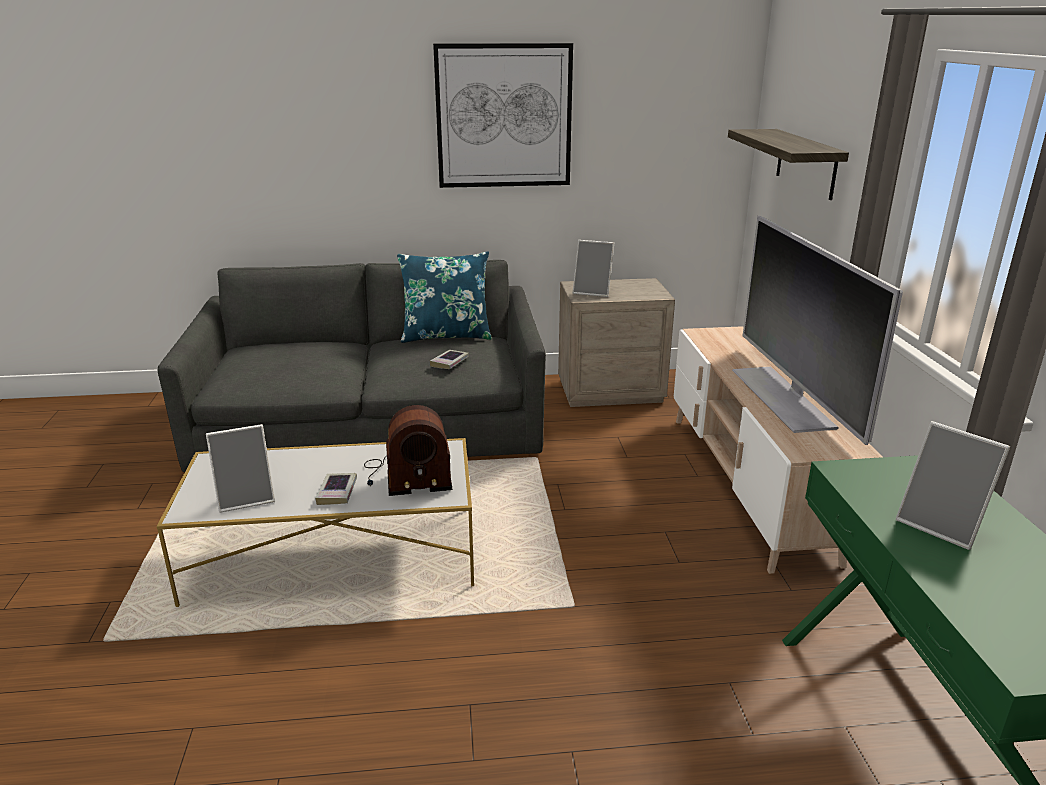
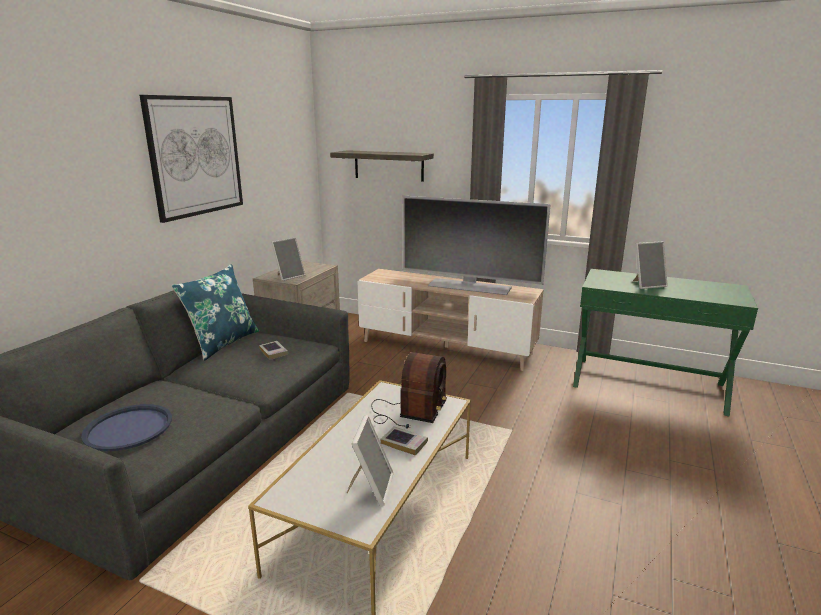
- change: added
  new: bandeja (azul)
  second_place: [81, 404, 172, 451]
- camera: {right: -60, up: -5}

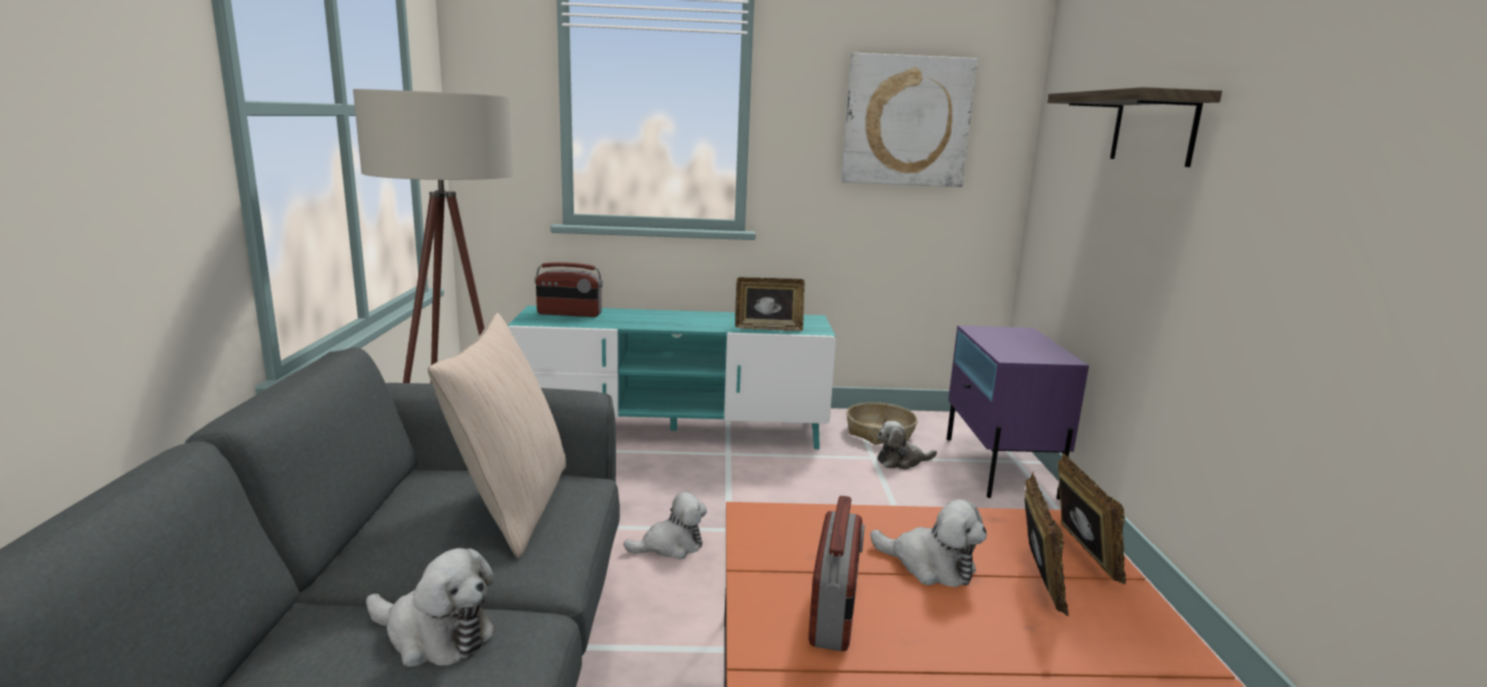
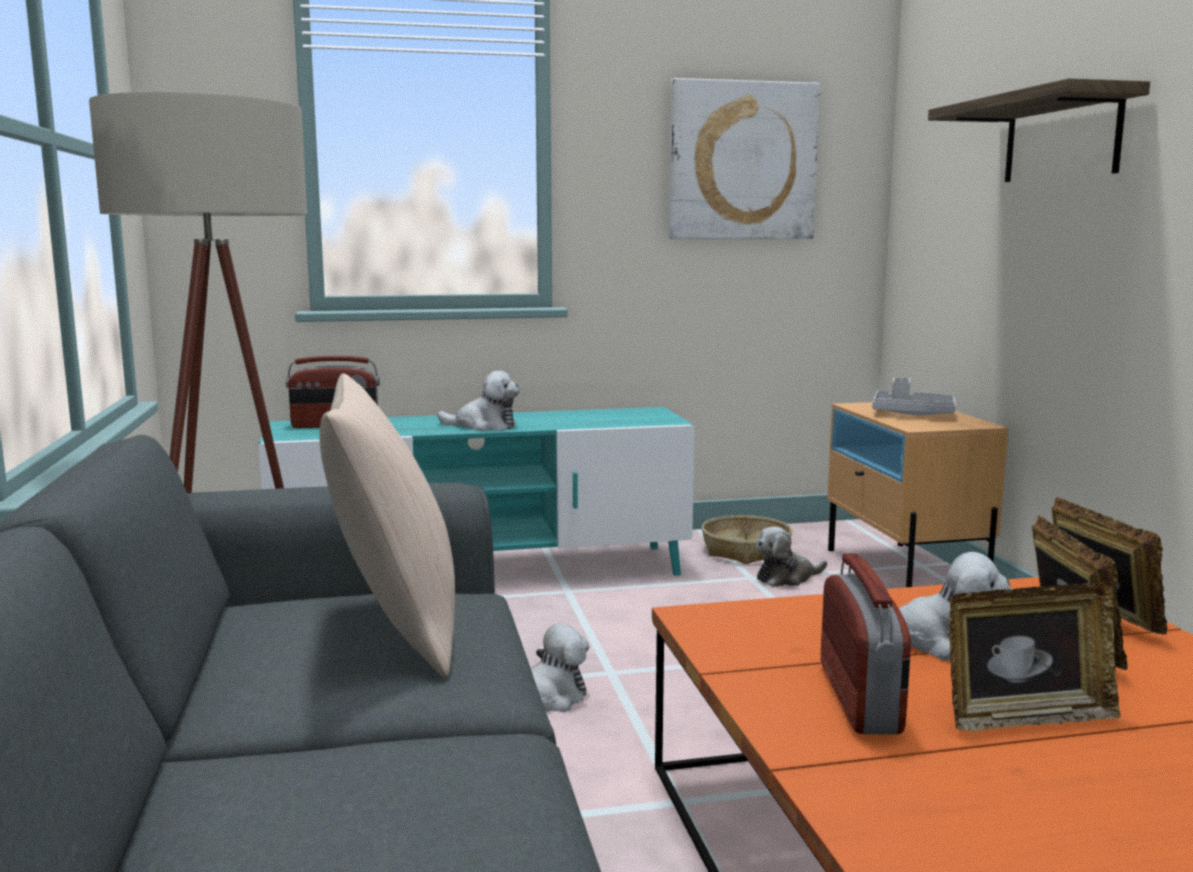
- change: moved
  old: peluche
  first_place: [366, 548, 495, 667]
  second_place: [437, 371, 519, 431]
- change: moved
  old: portarretratos
  first_place: [735, 277, 805, 331]
  second_place: [949, 582, 1121, 731]
- change: recoloured
  old: mesita de noche (morado)
  new: mesita de noche (beis)
  first_place: [947, 325, 1089, 500]
  second_place: [827, 402, 1009, 587]
- change: added
  new: bandeja (gris)
  second_place: [872, 377, 955, 415]
- camera: {right: -10, up: -5}

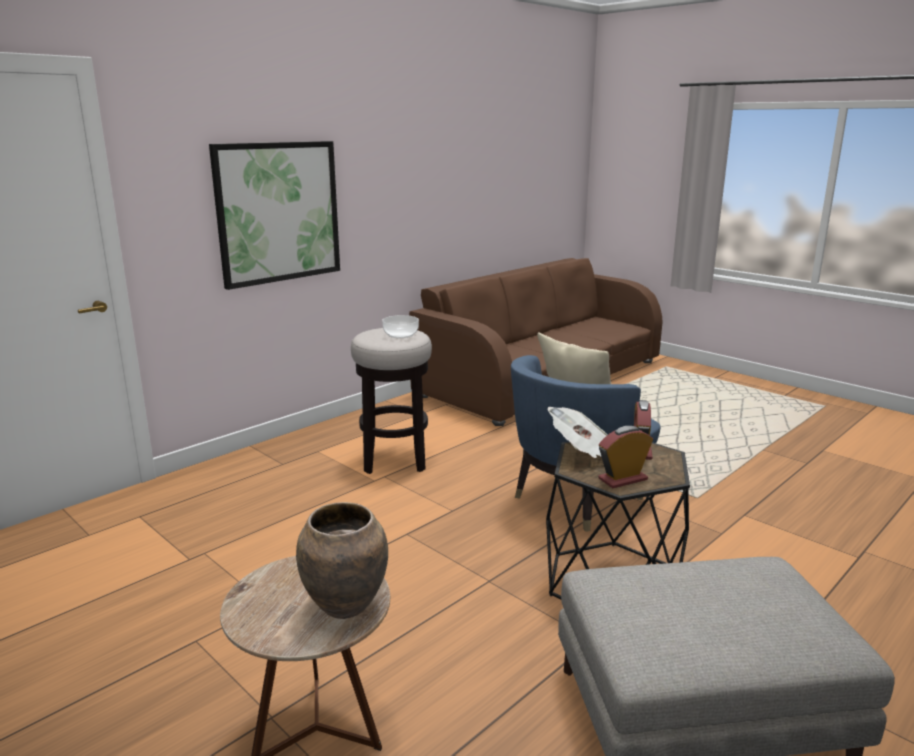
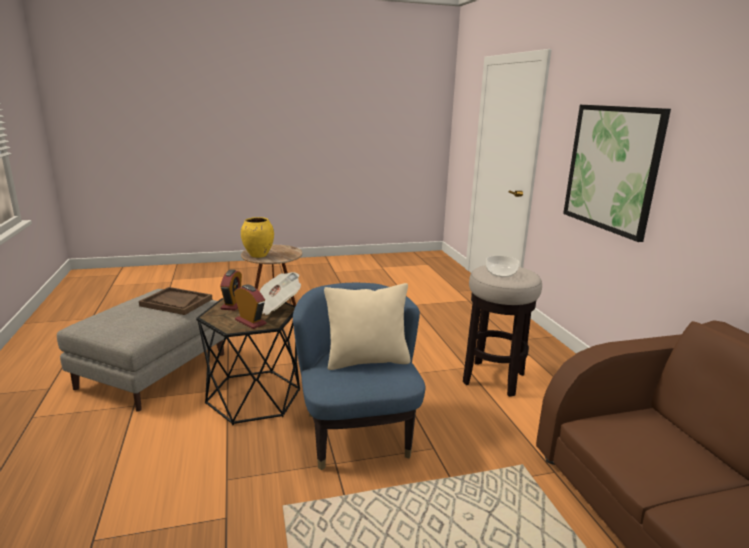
- change: recoloured
  old: florero (marrón)
  new: florero (amarillo)
  first_place: [296, 502, 388, 619]
  second_place: [241, 217, 274, 258]
- change: added
  new: bandeja (marrón)
  second_place: [139, 287, 212, 315]
- camera: {right: 120, up: 0}

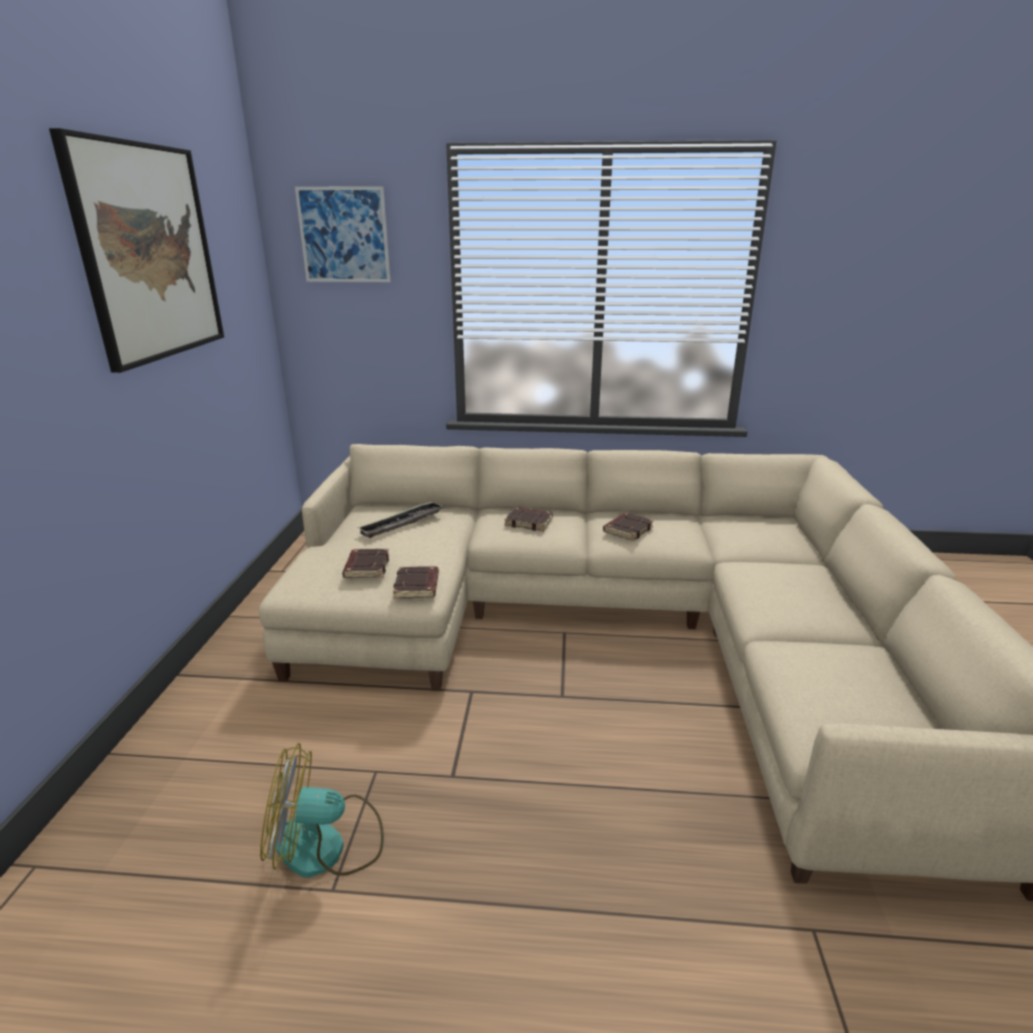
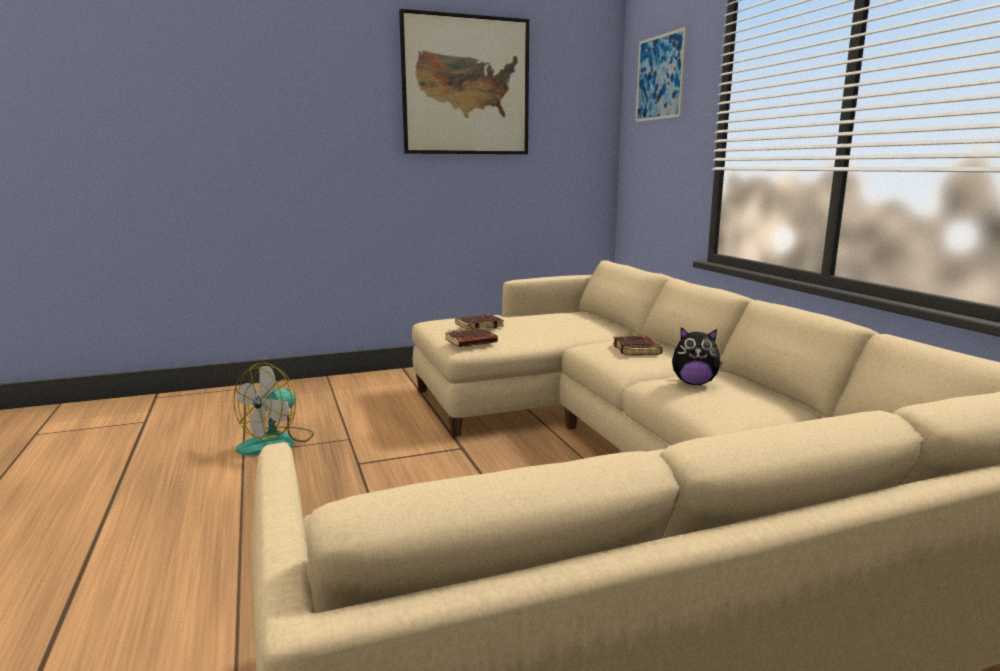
- change: turned
  old: ventilador
  first_place: [260, 743, 384, 878]
  second_place: [233, 363, 314, 455]
  degrees: -120
- change: removed
  old: bandeja
  first_place: [358, 501, 444, 538]
- change: replaced
  old: libro (marrón)
  new: peluche
  first_place: [603, 513, 654, 541]
  second_place: [672, 327, 723, 385]
- camera: {right: 65, up: -10}

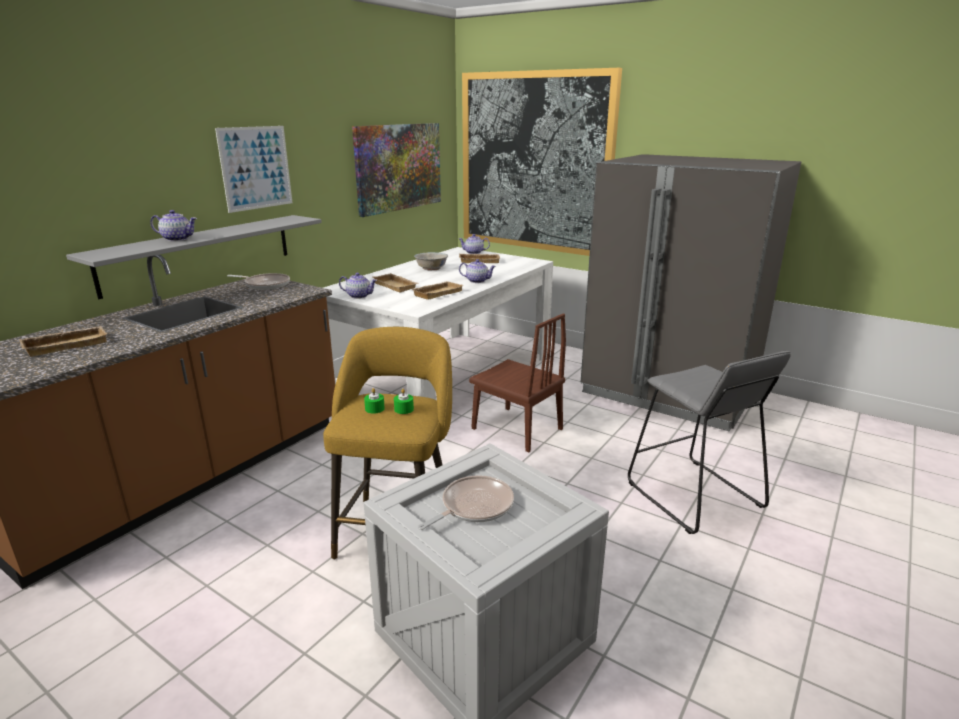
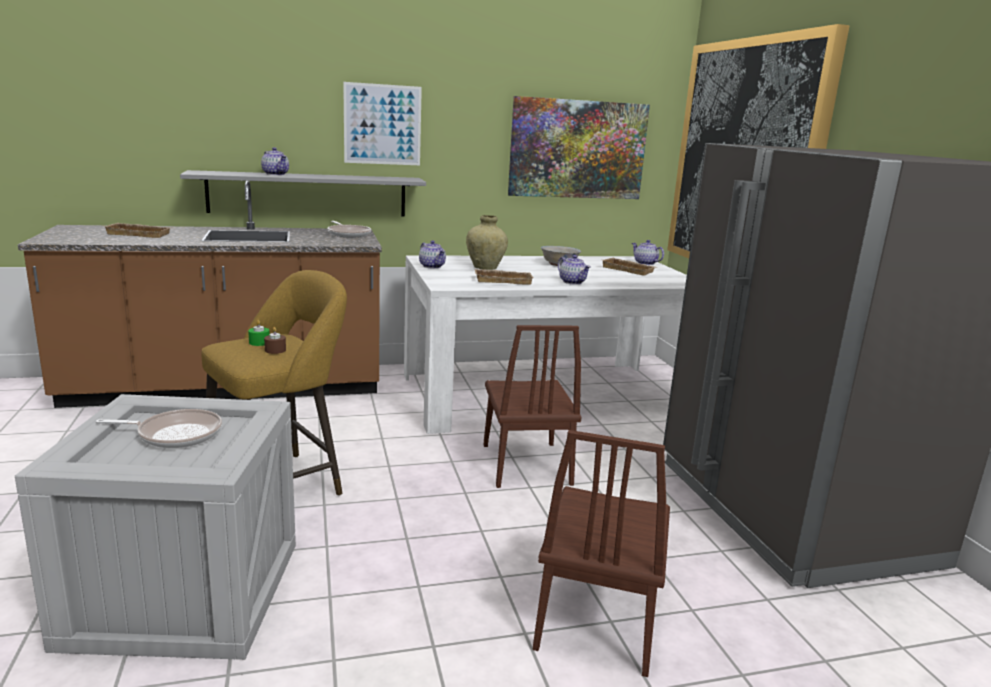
- change: replaced
  old: bandeja (beis)
  new: florero (beis)
  first_place: [373, 273, 419, 292]
  second_place: [466, 215, 508, 270]
- change: recoloured
  old: vela (verde)
  new: vela (marrón)
  first_place: [394, 389, 414, 414]
  second_place: [264, 327, 286, 354]
- change: replaced
  old: taburete (gris)
  new: silla (marrón)
  first_place: [628, 351, 791, 534]
  second_place: [533, 430, 670, 677]
- camera: {right: 40, up: -5}

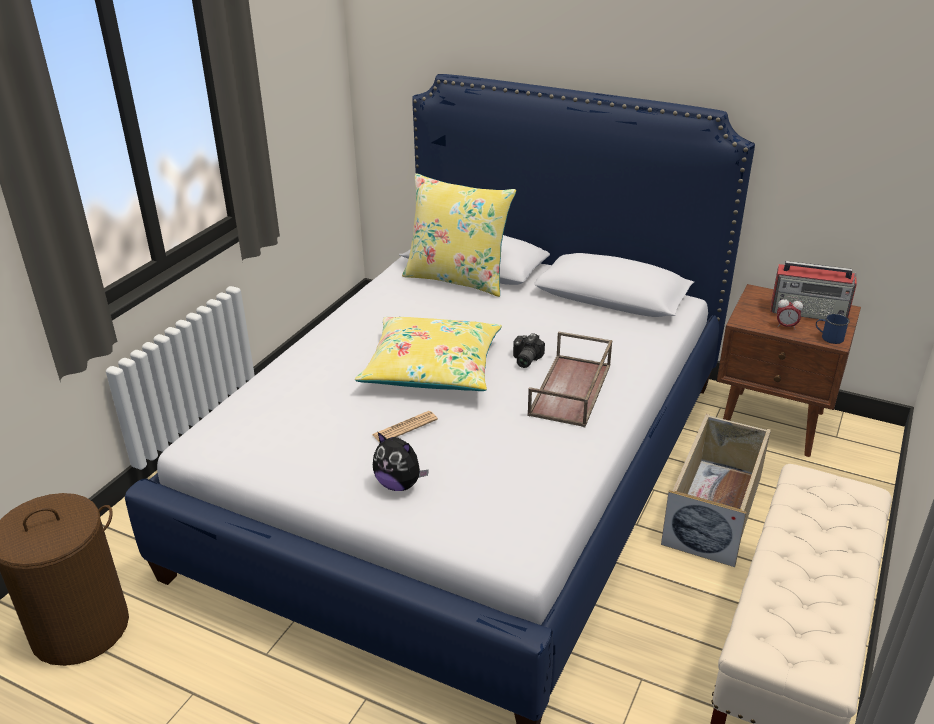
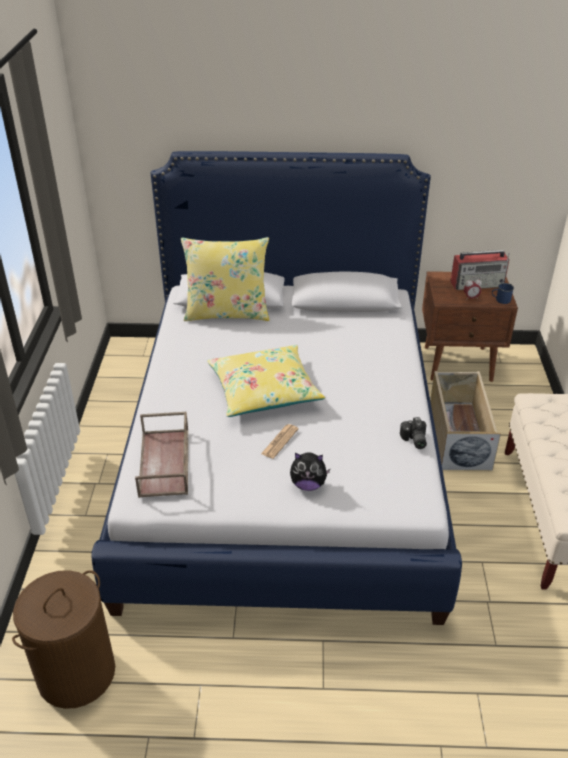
- change: moved
  old: cámara
  first_place: [513, 333, 545, 368]
  second_place: [400, 417, 427, 449]
- change: moved
  old: bandeja (marrón)
  first_place: [528, 331, 612, 427]
  second_place: [135, 411, 188, 498]
- camera: {right: -25, up: 5}

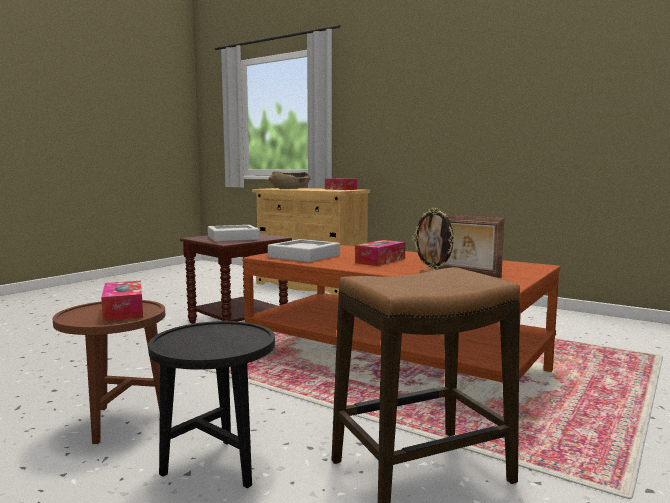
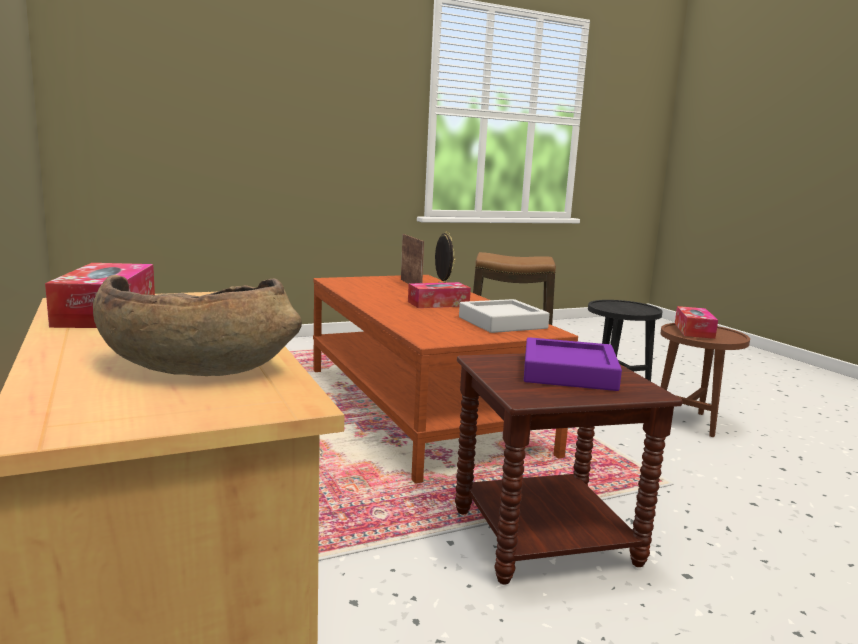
- change: recoloured
  old: bandeja (gris)
  new: bandeja (morado)
  first_place: [208, 225, 260, 242]
  second_place: [524, 337, 622, 391]
- camera: {right: -150, up: 5}

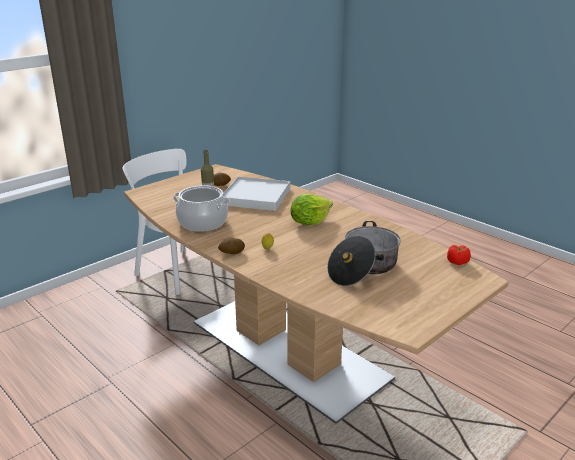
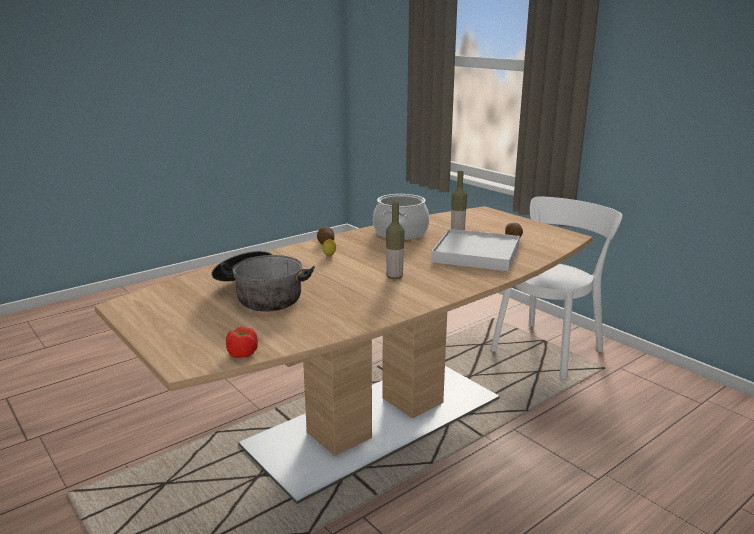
- change: replaced
  old: lechuga
  new: botella
  first_place: [290, 194, 333, 225]
  second_place: [386, 202, 404, 279]
- camera: {right: 95, up: -5}

